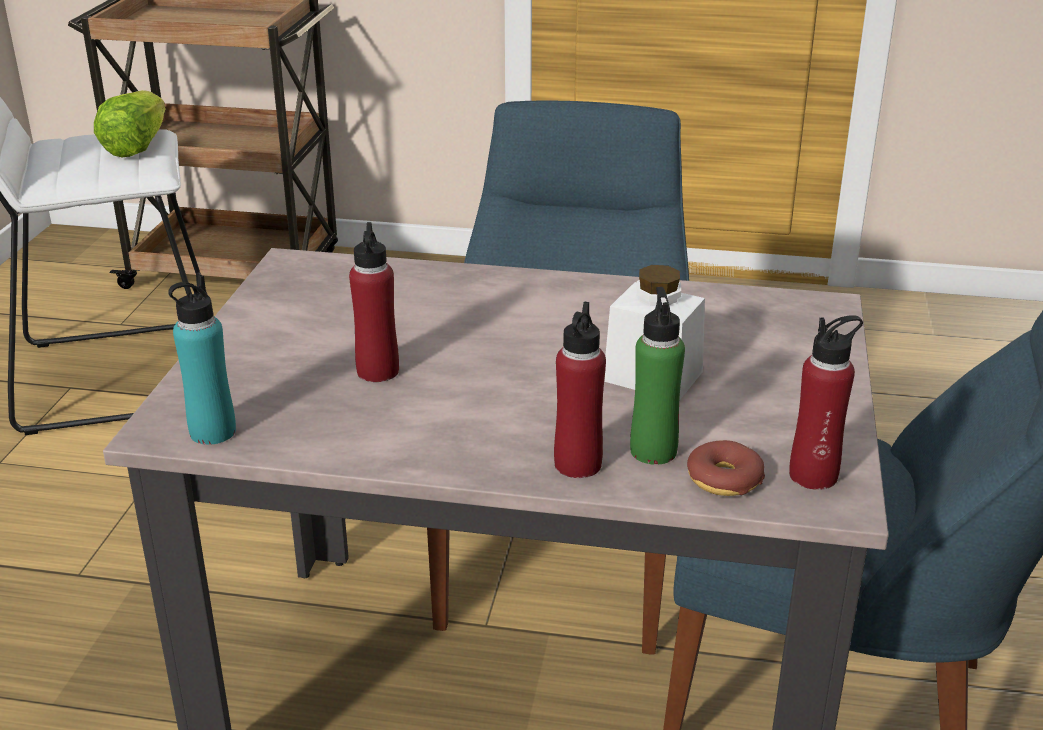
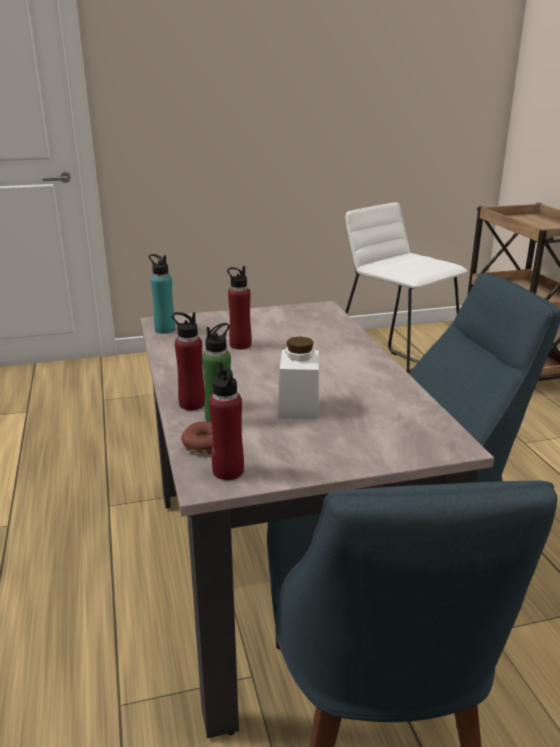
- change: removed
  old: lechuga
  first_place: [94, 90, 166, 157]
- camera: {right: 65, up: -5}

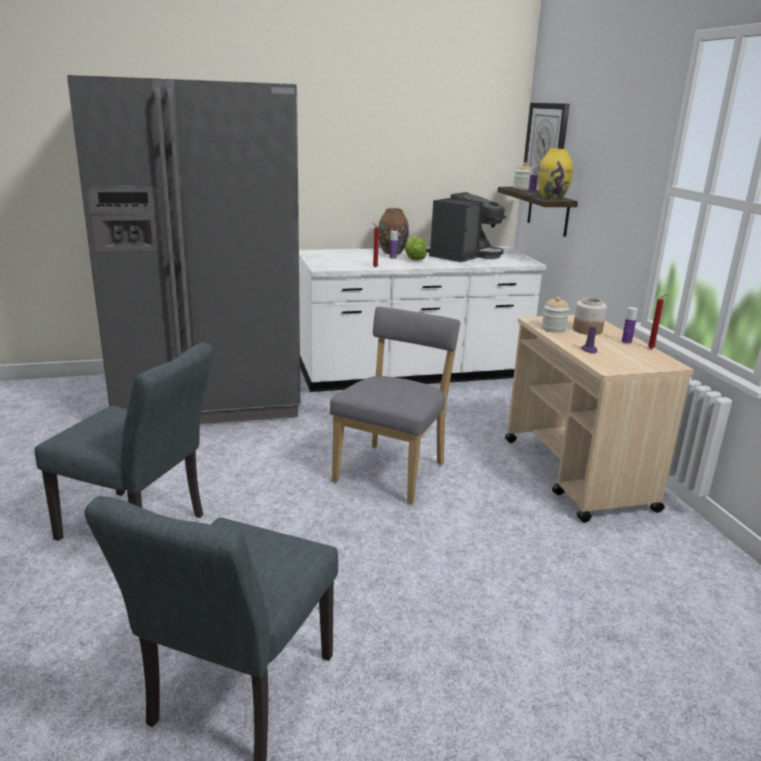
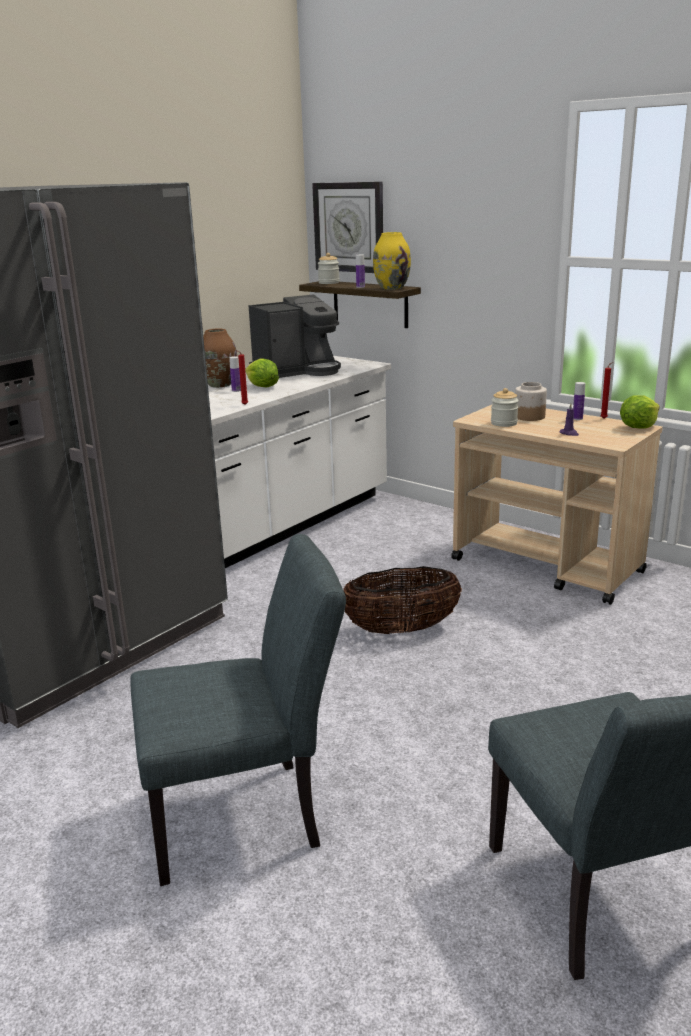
- change: replaced
  old: silla (gris)
  new: cesta
  first_place: [330, 307, 460, 504]
  second_place: [343, 566, 462, 634]
- change: turned
  old: cafetera
  first_place: [426, 192, 506, 262]
  second_place: [248, 294, 341, 378]
  degrees: 60
- change: added
  new: lechuga
  second_place: [620, 395, 660, 429]
- camera: {right: -35, up: 0}

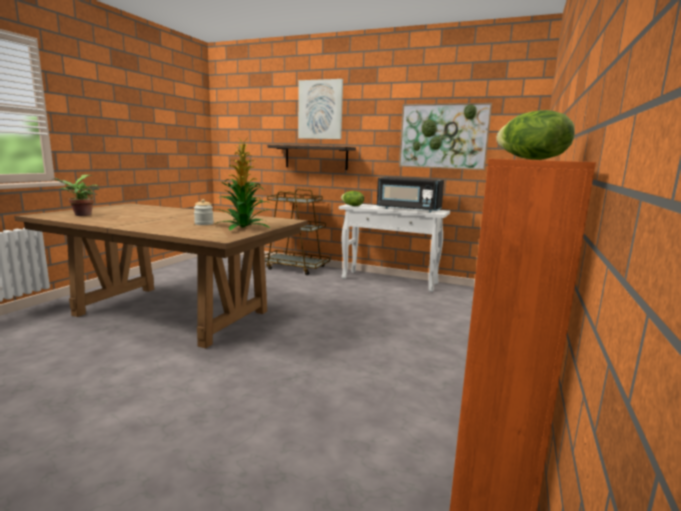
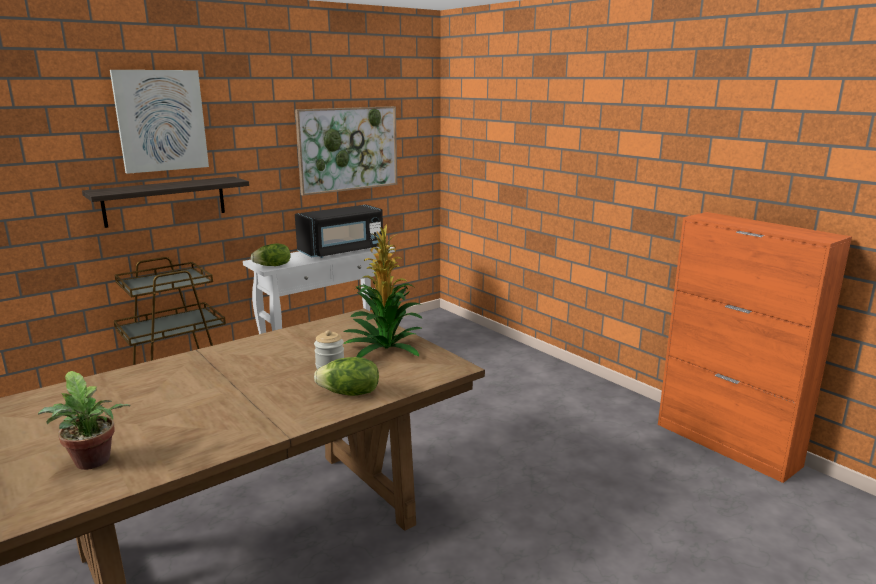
- change: moved
  old: lechuga
  first_place: [496, 110, 575, 160]
  second_place: [314, 357, 379, 396]
- camera: {right: -60, up: 5}

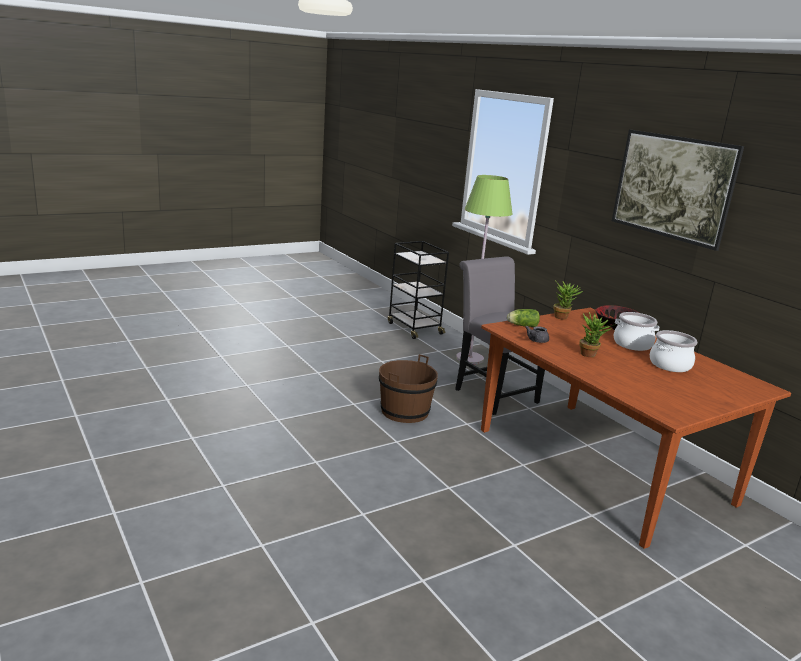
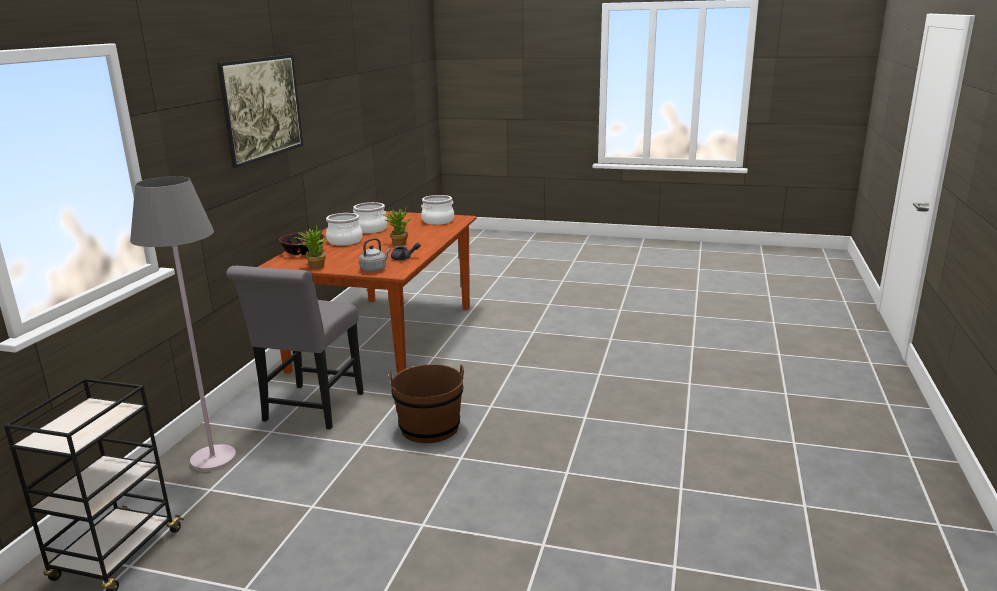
- change: recoloured
  old: lámpara de pie (verde)
  new: lámpara de pie (gris)
  first_place: [456, 175, 512, 365]
  second_place: [130, 176, 236, 472]
- change: replaced
  old: lechuga
  new: hervidor (gris)
  first_place: [507, 309, 540, 327]
  second_place: [359, 238, 391, 272]
- change: added
  new: olla
  second_place: [421, 195, 454, 225]
- camera: {right: -130, up: 0}

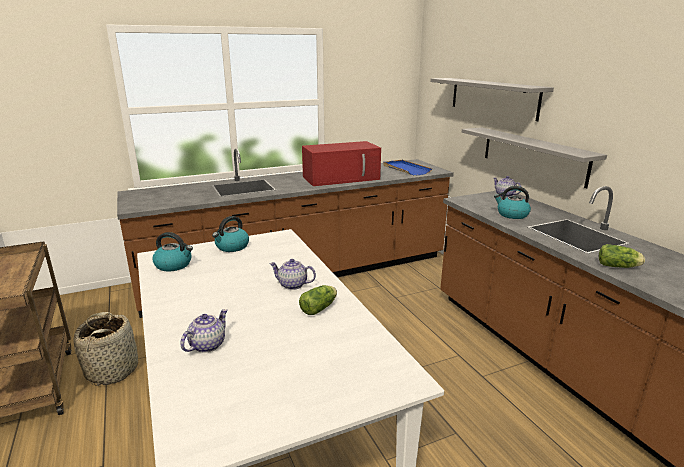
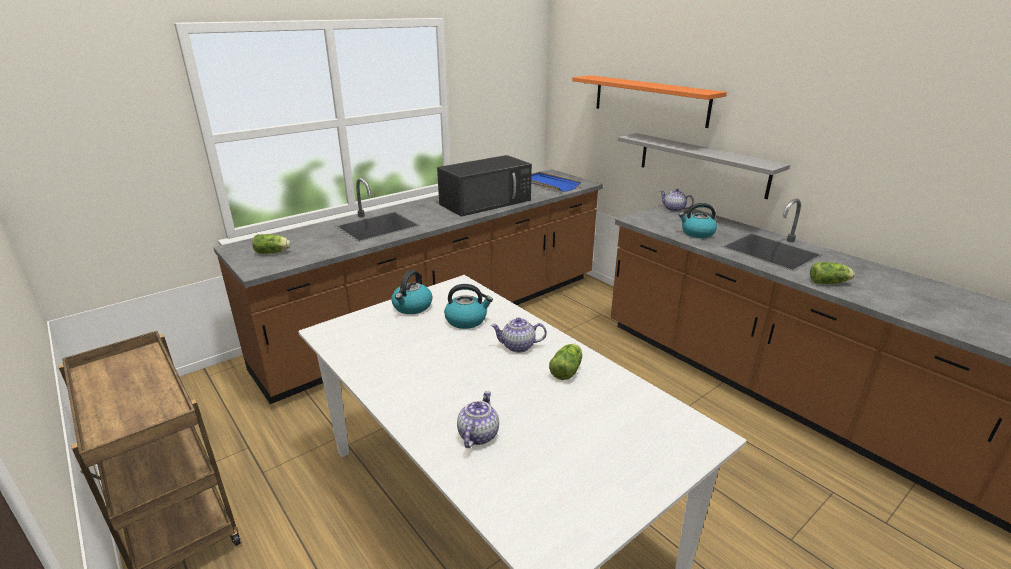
- change: removed
  old: cesta
  first_place: [74, 312, 138, 386]
- change: moved
  old: hervidor
  first_place: [152, 232, 193, 272]
  second_place: [444, 284, 493, 329]
- change: recoloured
  old: microondas (rojo)
  new: microondas (negro)
  first_place: [302, 141, 381, 186]
  second_place: [437, 155, 532, 217]
- change: recoloured
  old: estante (gris)
  new: estante (naranja)
  first_place: [430, 78, 554, 121]
  second_place: [572, 75, 727, 128]
- change: added
  new: lechuga
  second_place: [252, 234, 290, 254]
- camera: {right: -15, up: 5}

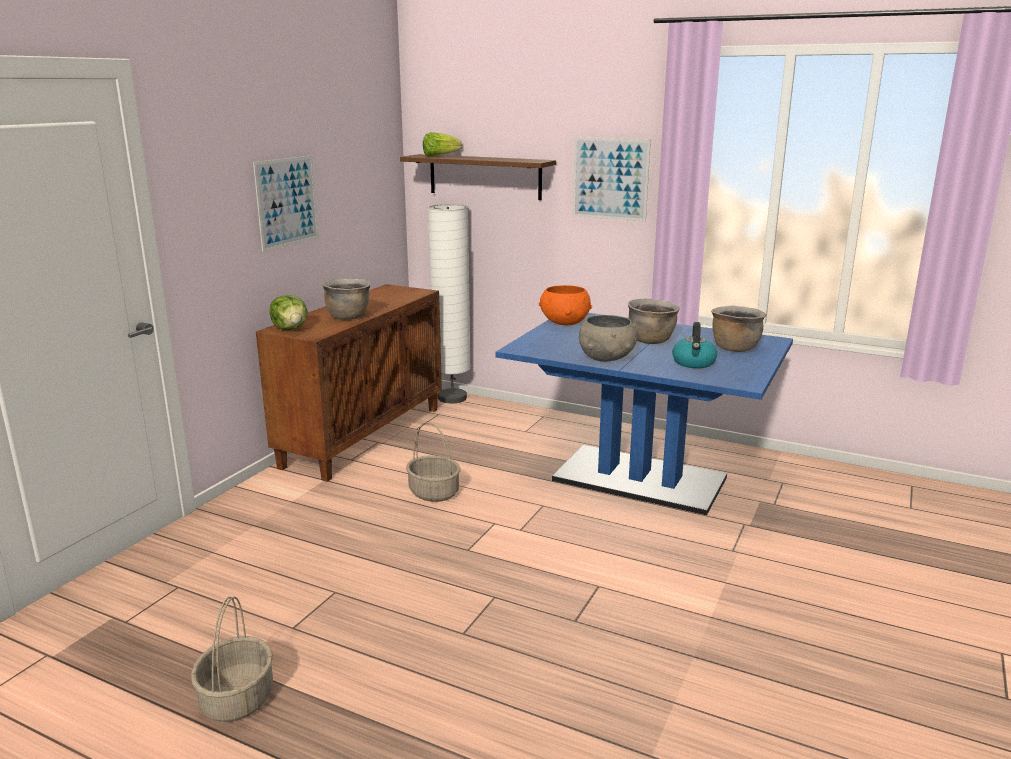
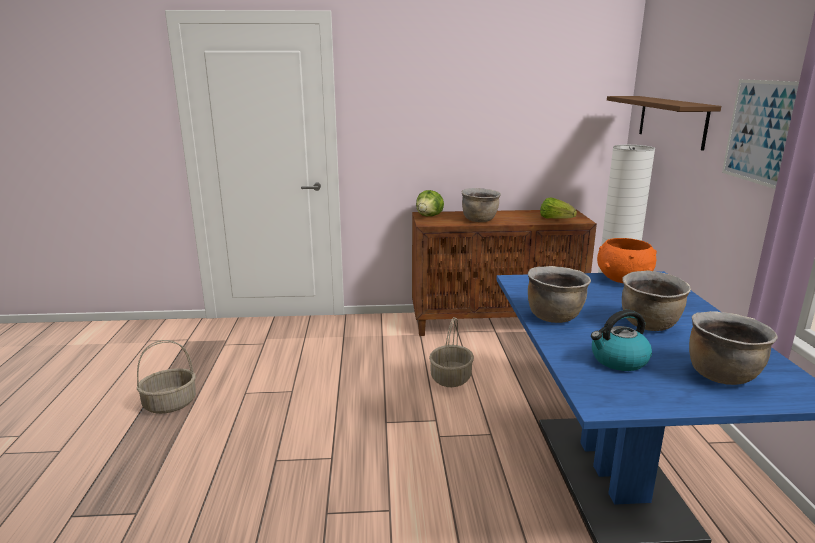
- change: removed
  old: cuadro
  first_place: [253, 156, 319, 252]
- change: moved
  old: lechuga
  first_place: [423, 132, 462, 157]
  second_place: [540, 198, 577, 219]
- change: replaced
  old: cuenco (gris)
  new: olla (marrón)
  first_place: [579, 315, 637, 362]
  second_place: [528, 266, 591, 323]
- camera: {right: 60, up: 0}

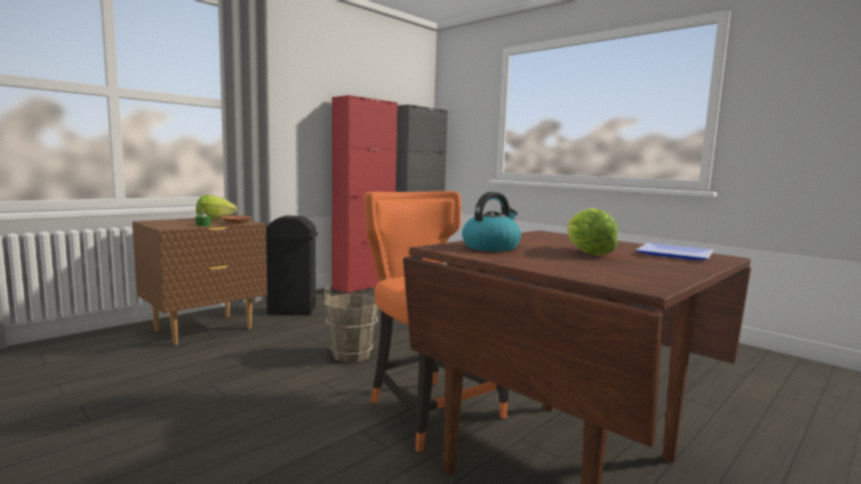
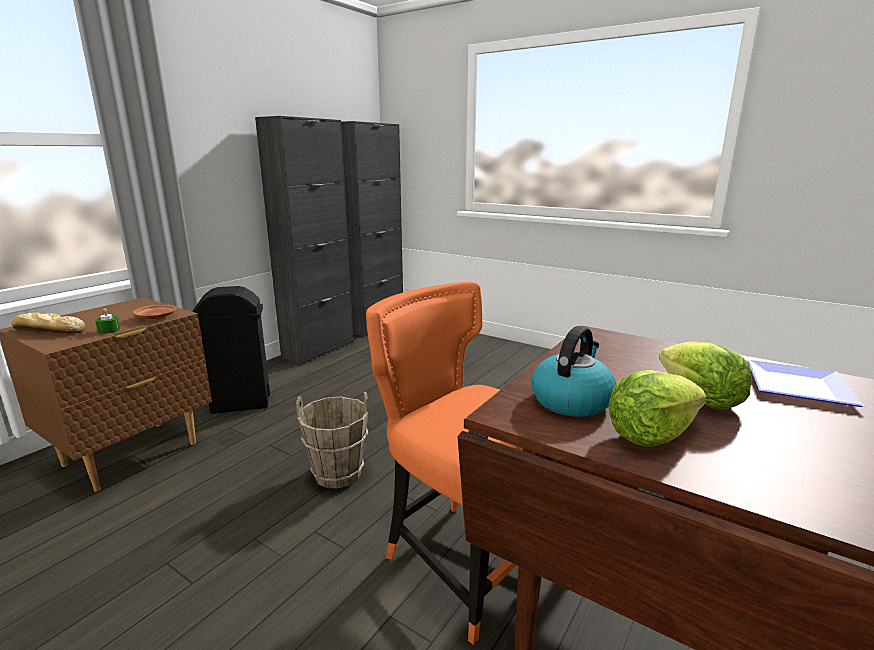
- change: moved
  old: lechuga
  first_place: [196, 195, 237, 220]
  second_place: [608, 370, 706, 447]
- change: recoloured
  old: armario (rojo)
  new: armario (negro)
  first_place: [332, 95, 398, 293]
  second_place: [255, 116, 354, 364]
- change: added
  new: pan
  second_place: [11, 312, 85, 333]
- camera: {right: -10, up: 10}

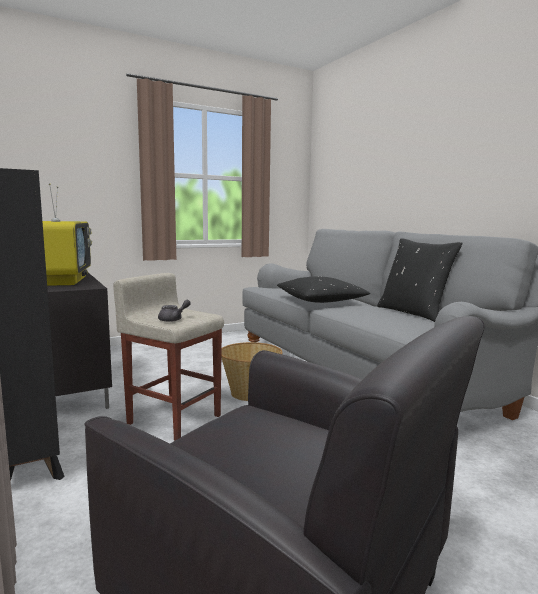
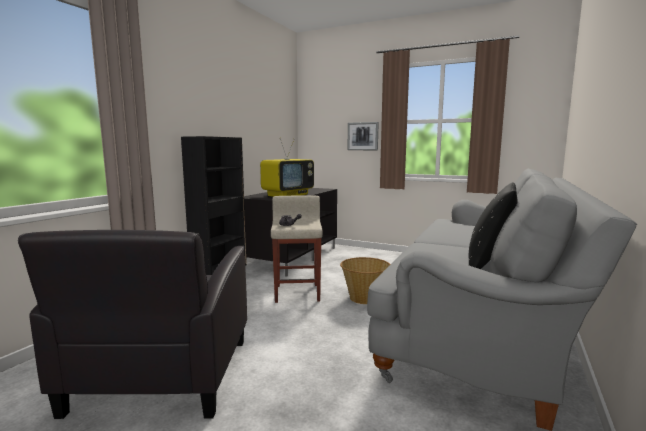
- change: removed
  old: cojín (negro)
  first_place: [277, 276, 370, 303]
- change: added
  new: cuadro
  second_place: [348, 122, 379, 150]
- camera: {right: 55, up: 0}

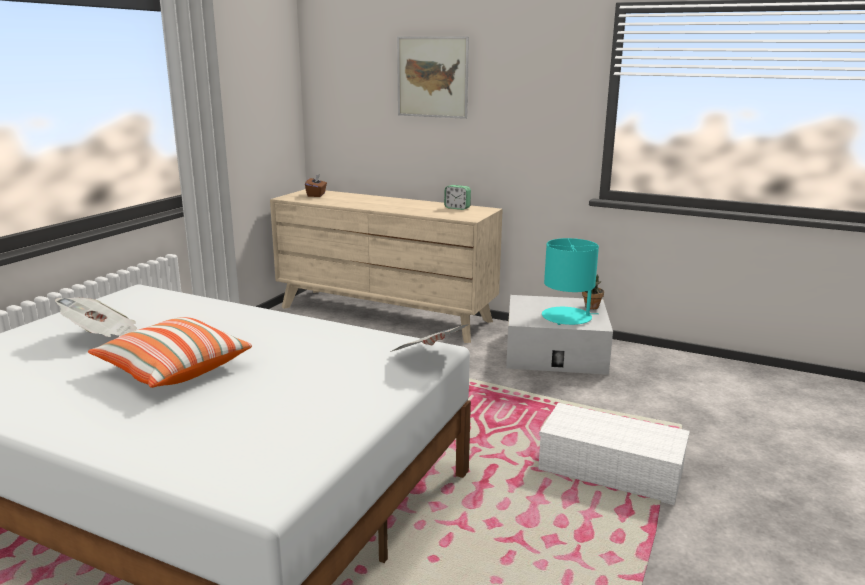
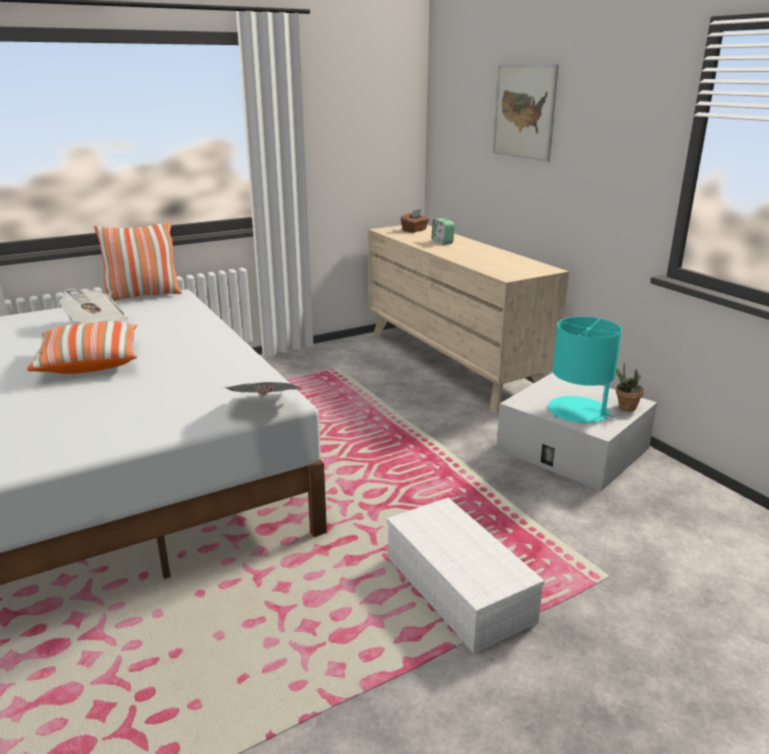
- change: moved
  old: despertador
  first_place: [444, 185, 471, 210]
  second_place: [432, 218, 455, 245]
- change: added
  new: cojín
  second_place: [94, 222, 182, 301]
- camera: {right: 35, up: 5}

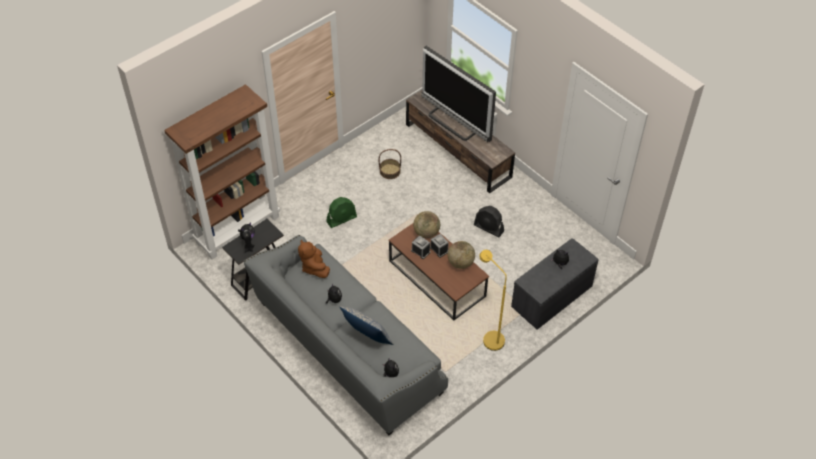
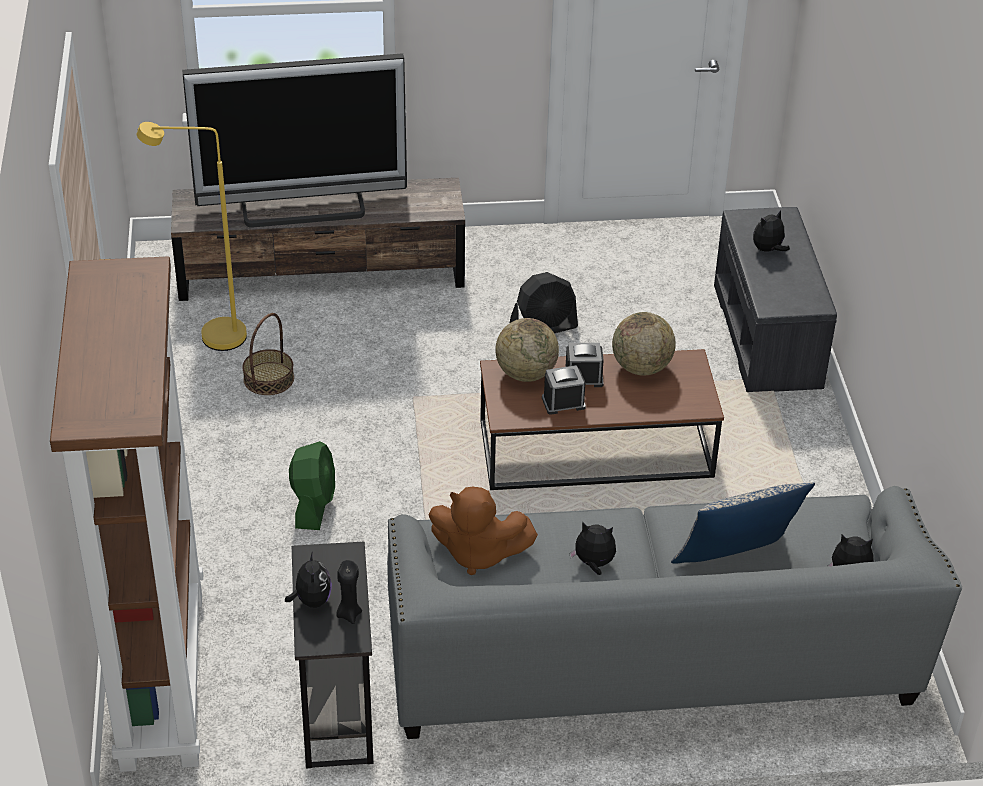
- change: moved
  old: lámpara de pie (amarillo)
  first_place: [479, 250, 507, 351]
  second_place: [137, 122, 247, 351]
- camera: {right: -55, up: -10}

